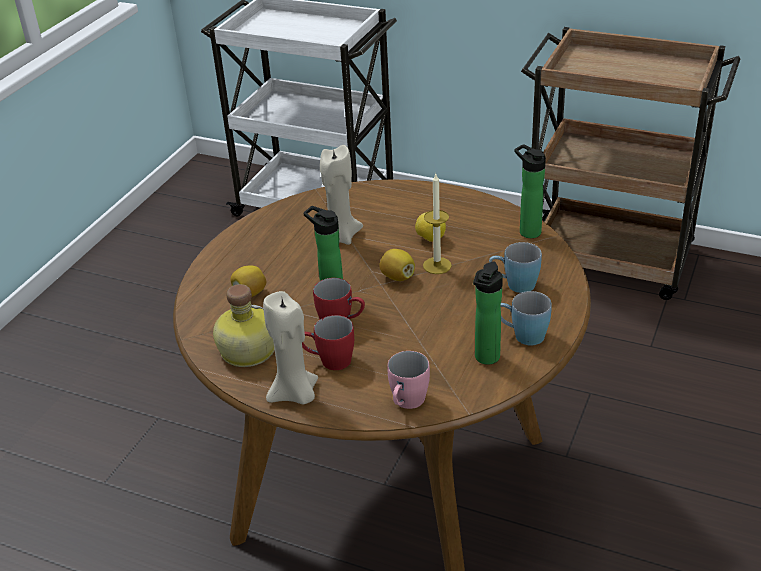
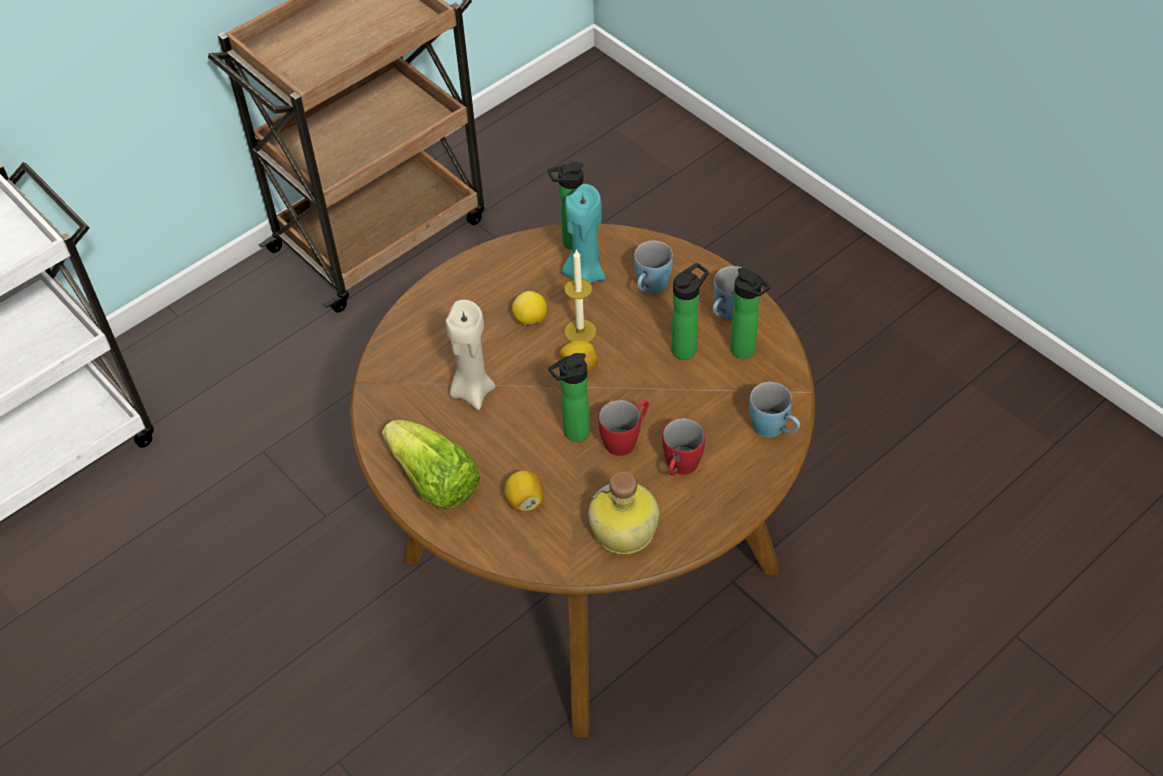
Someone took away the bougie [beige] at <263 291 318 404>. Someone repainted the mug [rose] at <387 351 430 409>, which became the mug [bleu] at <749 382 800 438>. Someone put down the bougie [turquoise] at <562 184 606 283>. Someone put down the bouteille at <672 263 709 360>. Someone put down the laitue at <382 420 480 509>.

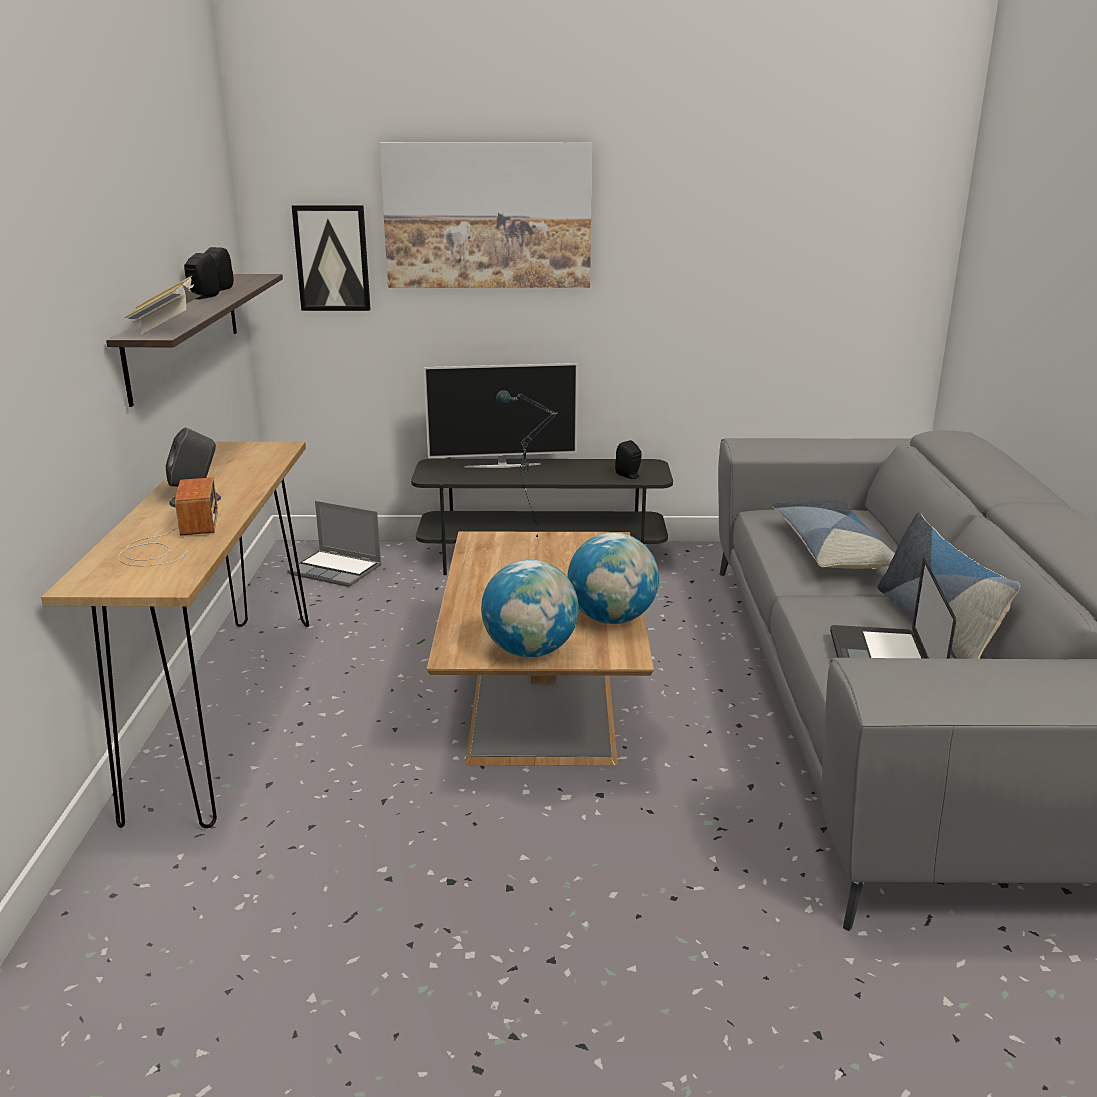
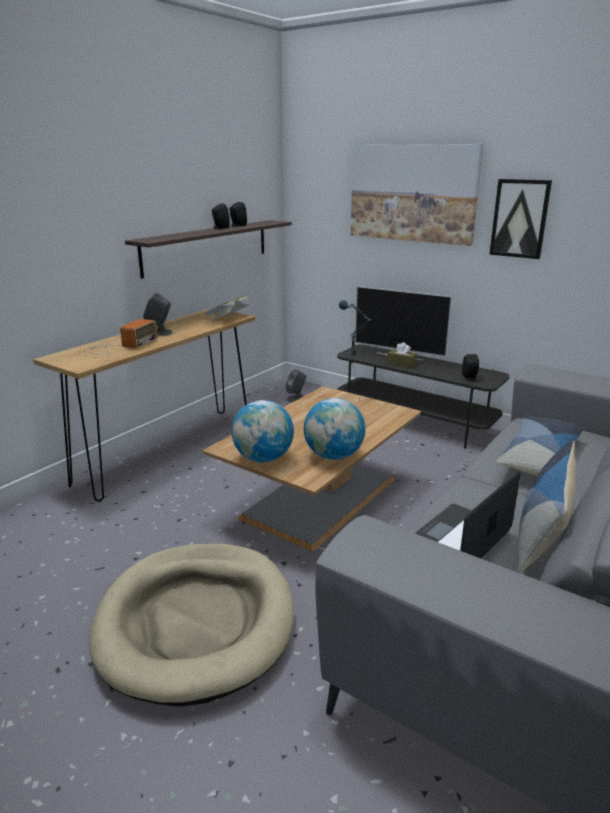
Someone carried the tableau from <292 205 371 311> to <489 179 552 259>. Someone carried the livre from <124 276 200 334> to <202 294 249 322>. Someone swapped the ordinateur portable at <287 501 382 587> for the enceinte [gris] at <286 369 306 402>. Someone put down the boîte à mouchoirs [marron] at <387 342 417 368>. Someone put down the panier pour chien [beige] at <89 543 294 706>.

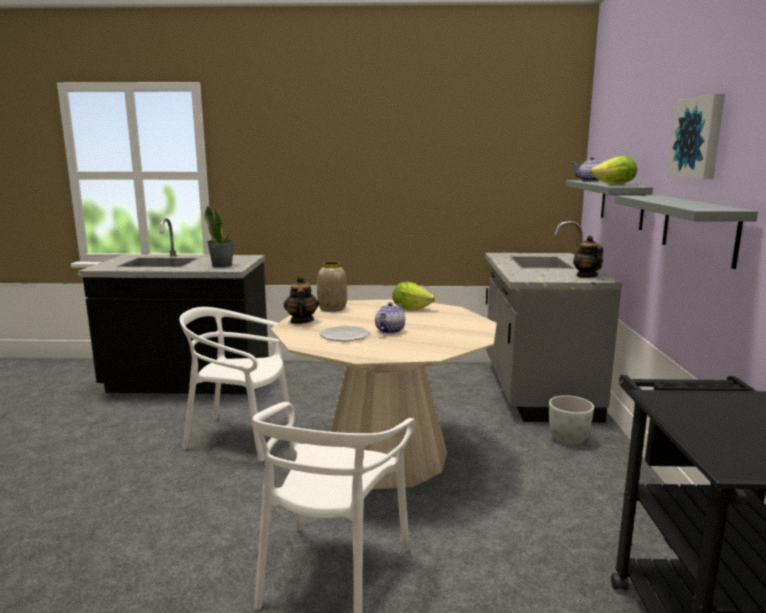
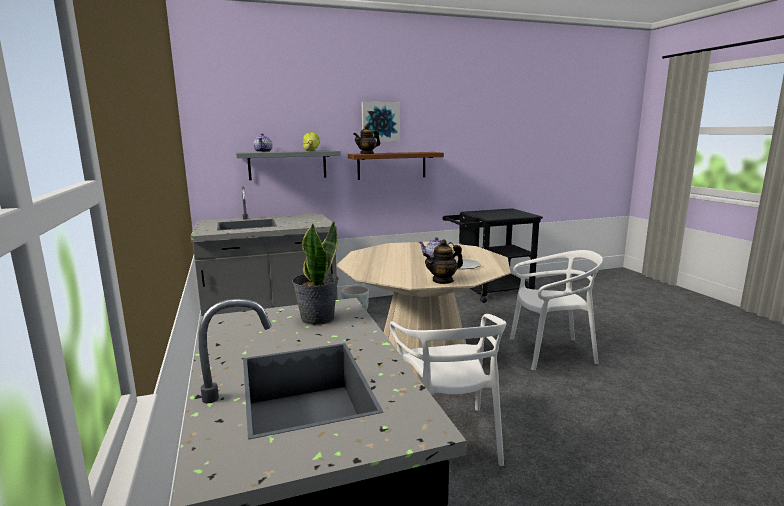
Someone repainted the étagère [gris] at <615 195 758 269>, which became the étagère [marron] at <348 152 444 180>. Someone carried the théière from <573 236 603 278> to <353 125 380 154>. Someone took away the vase at <317 261 347 312>. Someone took away the laitue at <392 282 435 311>.

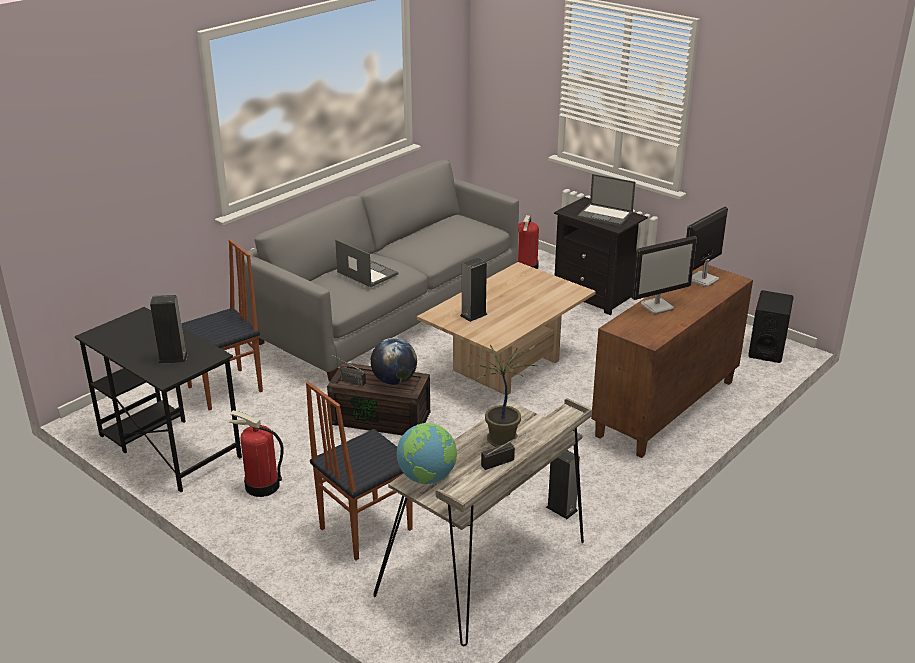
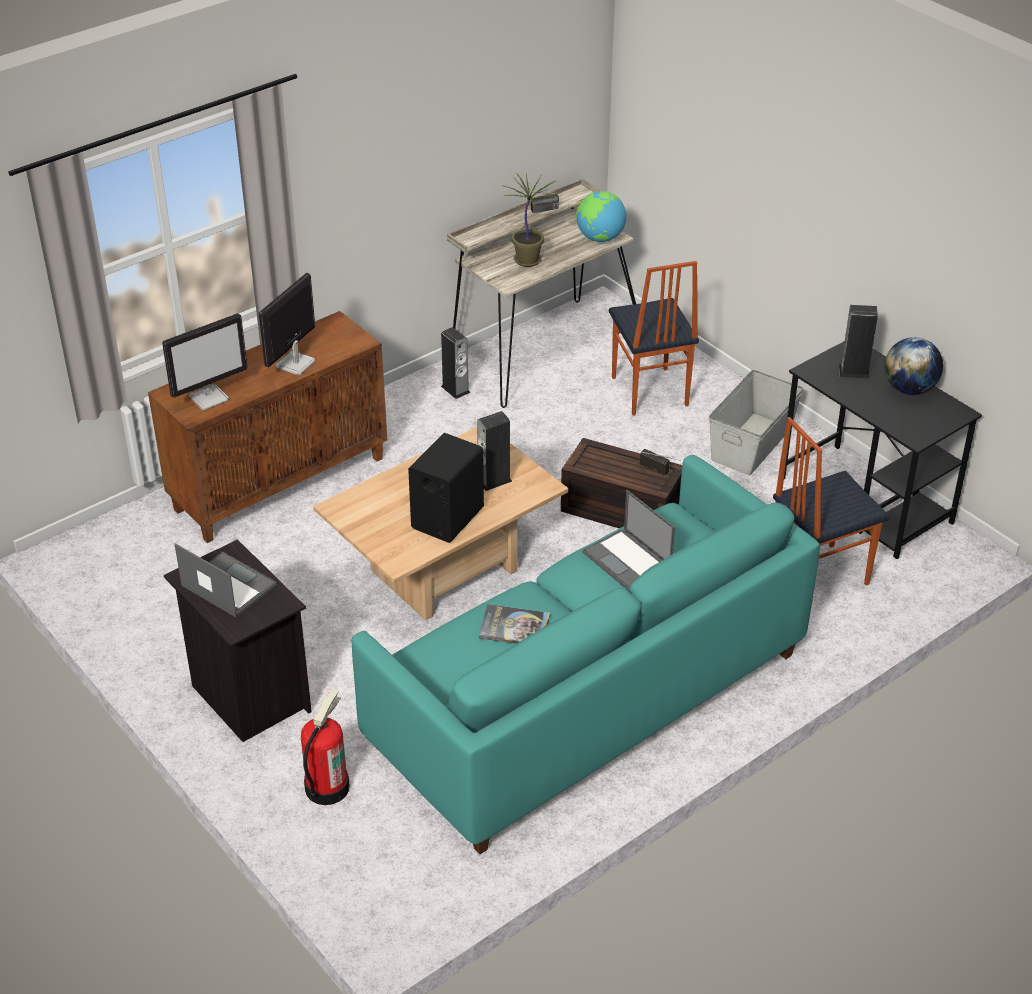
Someone repainted the canapé [gris] at <238 160 519 382>, which became the canapé [turquoise] at <352 455 820 854>. Someone rotated the écran d'ordinateur at <632 236 697 314> by 45 degrees counterclockwise. Someone carried the enceinte [noir] from <748 290 794 363> to <408 433 484 543>. Someone carried the globe from <370 338 417 385> to <885 337 943 395>. Someone rotated the chaise at <306 382 413 560> by 105 degrees clockwise. Someone swapped the extincteur at <228 410 284 497> for the boîte de rangement [gris] at <709 370 803 475>. Someone put down the livre at <479 604 550 644>.

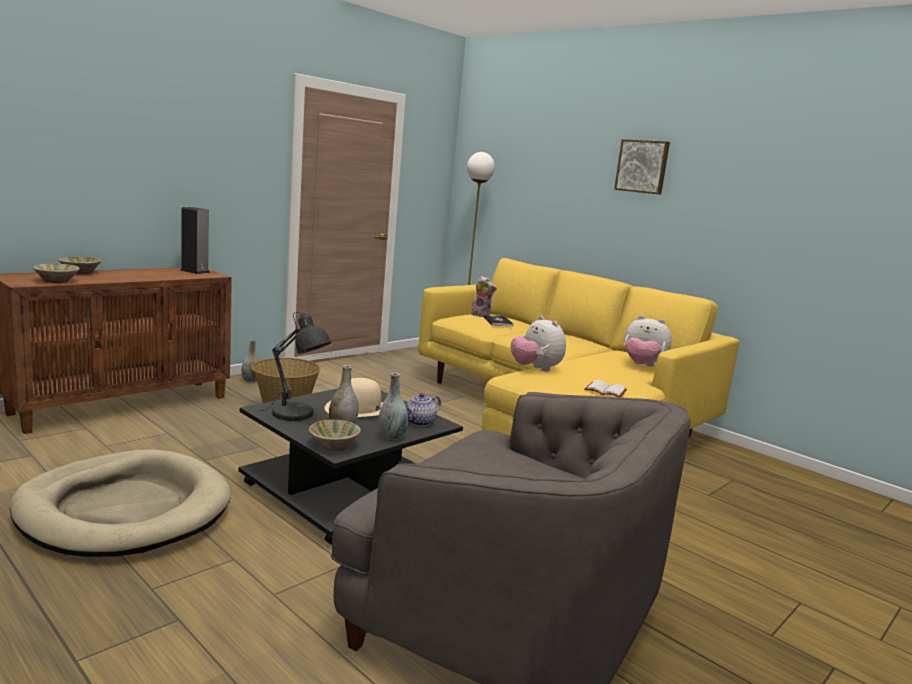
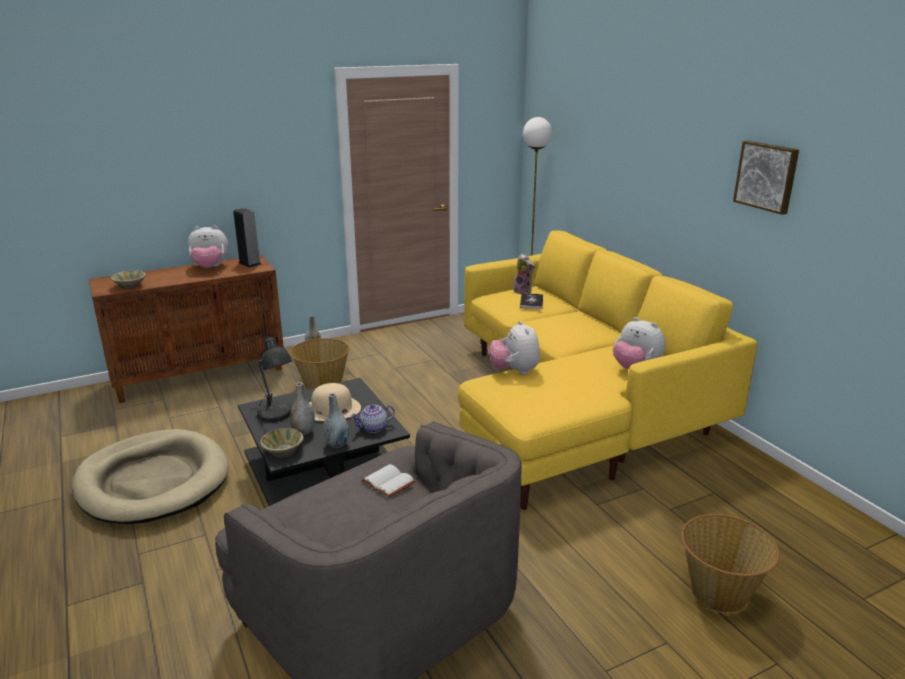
Someone carried the tableau from <614 139 670 195> to <733 141 799 215>. Someone took away the bol [beige] at <58 257 101 275>. Someone carried the livre [blanc] from <584 380 627 397> to <361 464 416 498>. Someone put down the peluche at <188 225 229 268>. Someone put down the panier at <681 514 780 613>.

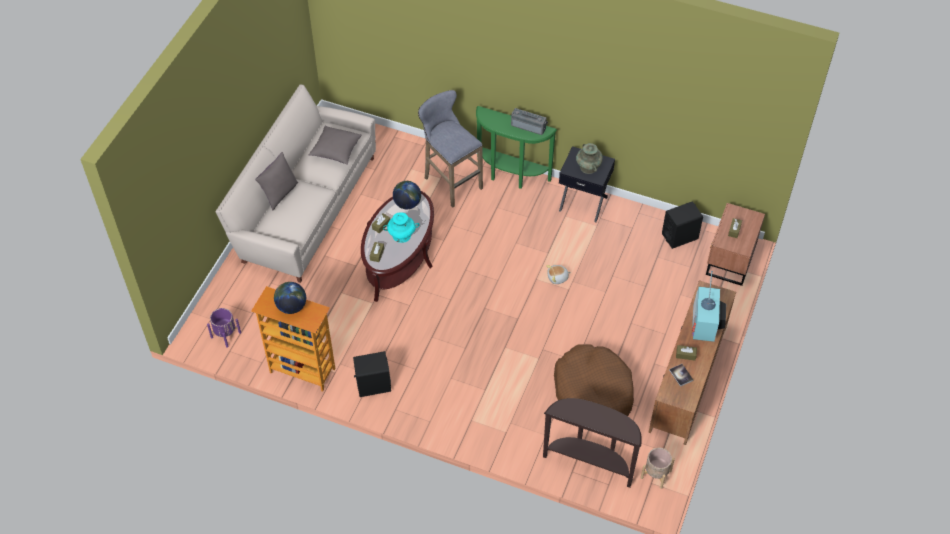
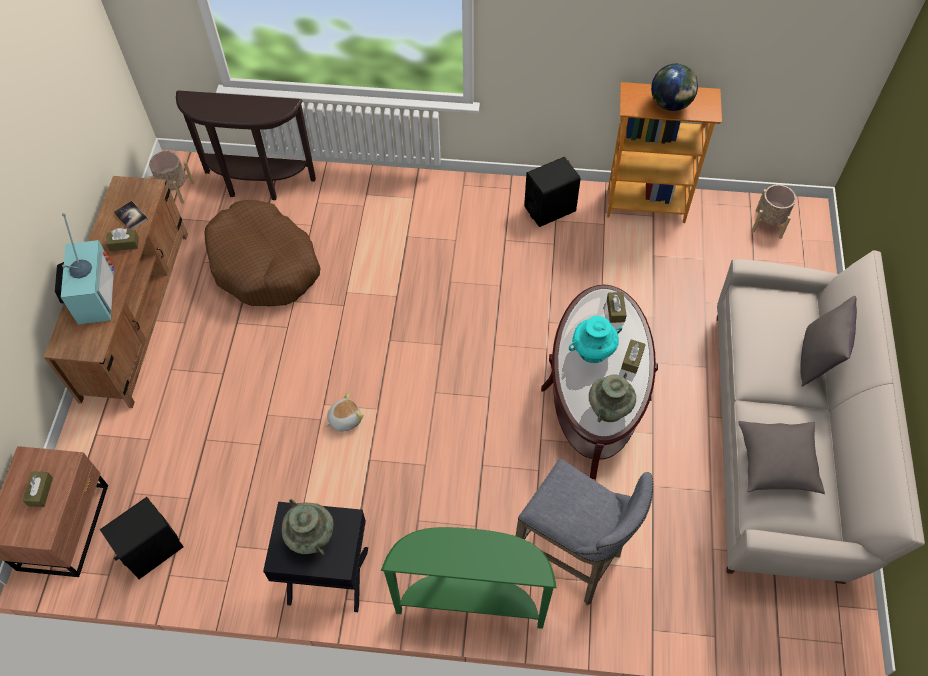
Someone took away the radio at <511 108 548 135>. Someone swapped the globe at <393 181 421 209> for the vase [turquoise] at <589 373 636 422>. Someone repainted the cache-pot [violet] at <207 308 241 348>, which became the cache-pot [beige] at <752 184 796 239>.

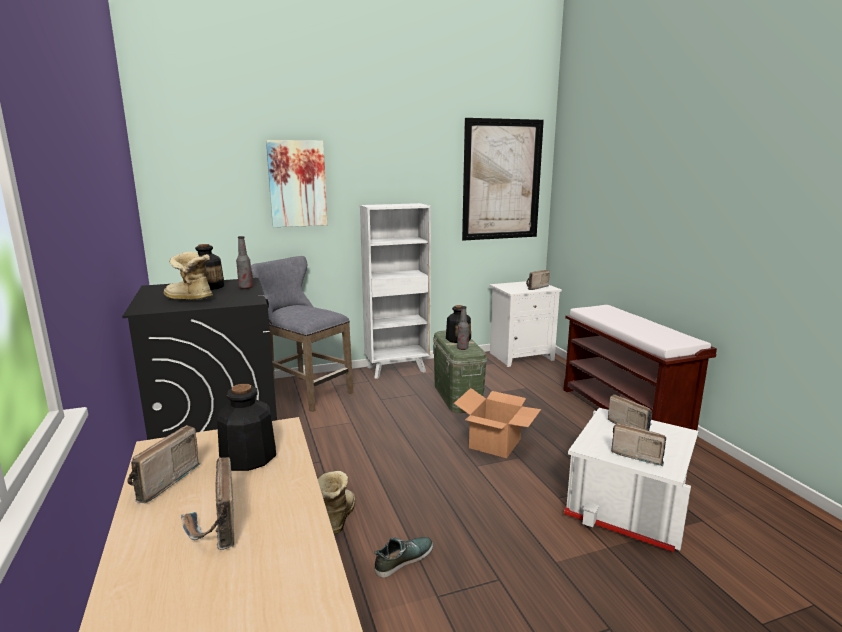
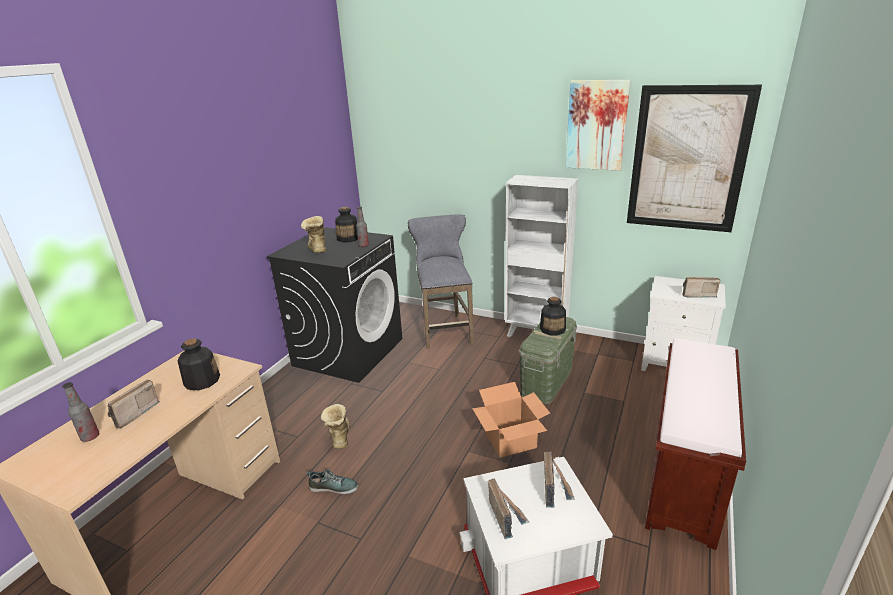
Someone carried the tableau from <266 140 327 227> to <566 80 631 171>. Someone carried the bouteille from <457 306 469 350> to <62 382 99 442>. Someone took away the radio at <127 425 200 503>. Someone rotated the botte at <318 471 355 534> by 60 degrees counterclockwise.

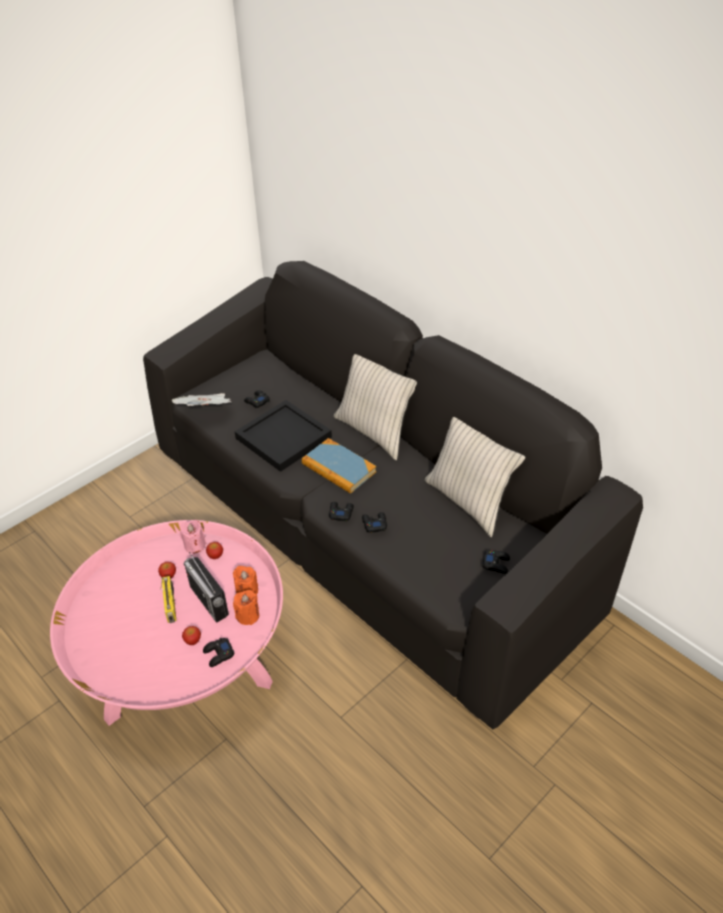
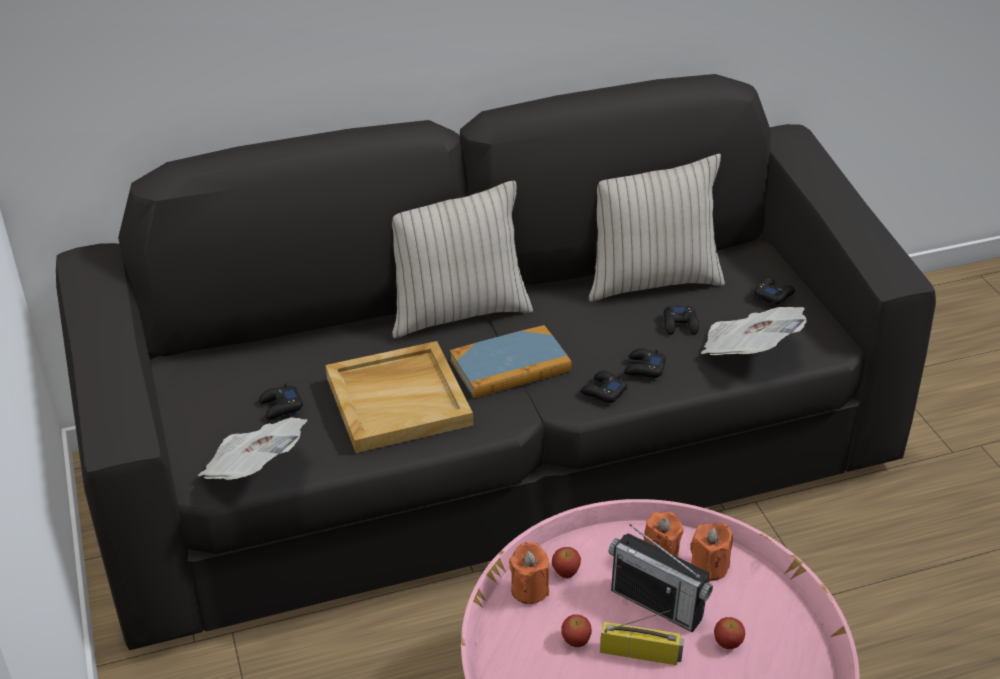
Someone repainted the plateau [noir] at <235 400 332 472>, which became the plateau [beige] at <325 341 473 453>. Someone repainted the bougie [rose] at <180 520 207 554>, which became the bougie [orange] at <509 542 549 604>. Someone rotated the radio at <184 552 229 623> by 45 degrees clockwise. Someone carried the manette [noir] from <203 638 235 667> to <663 306 699 335>. Someone put down the journal at <701 307 807 355>.

